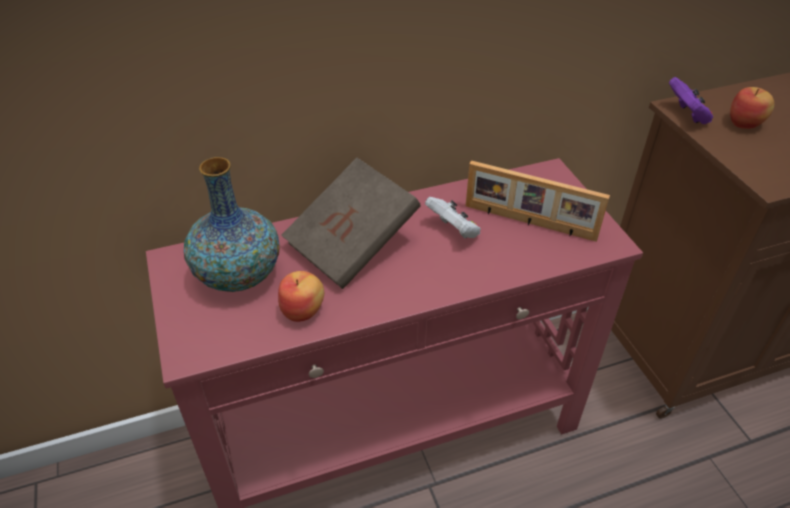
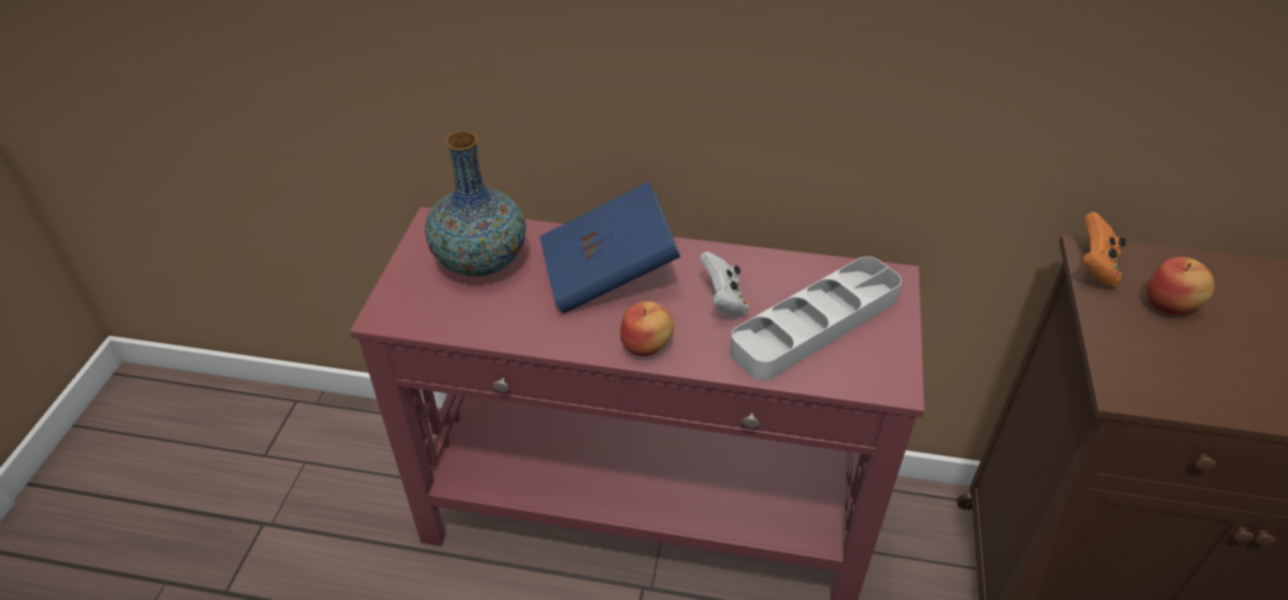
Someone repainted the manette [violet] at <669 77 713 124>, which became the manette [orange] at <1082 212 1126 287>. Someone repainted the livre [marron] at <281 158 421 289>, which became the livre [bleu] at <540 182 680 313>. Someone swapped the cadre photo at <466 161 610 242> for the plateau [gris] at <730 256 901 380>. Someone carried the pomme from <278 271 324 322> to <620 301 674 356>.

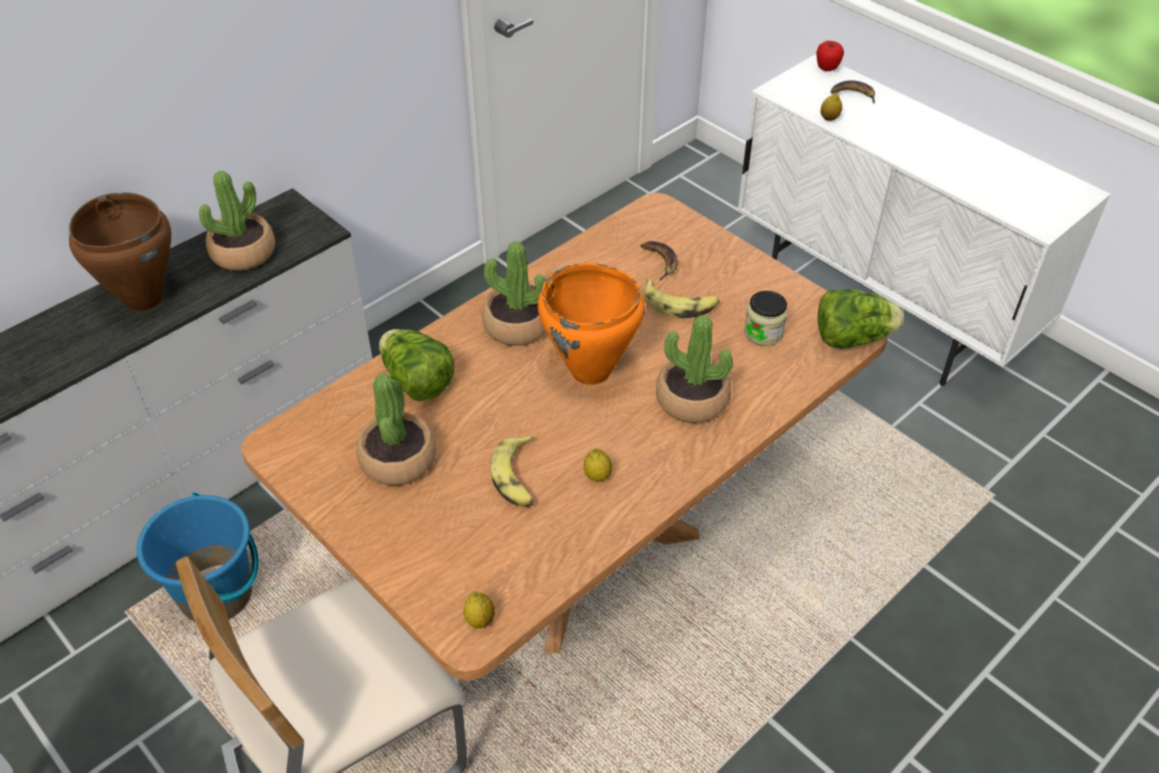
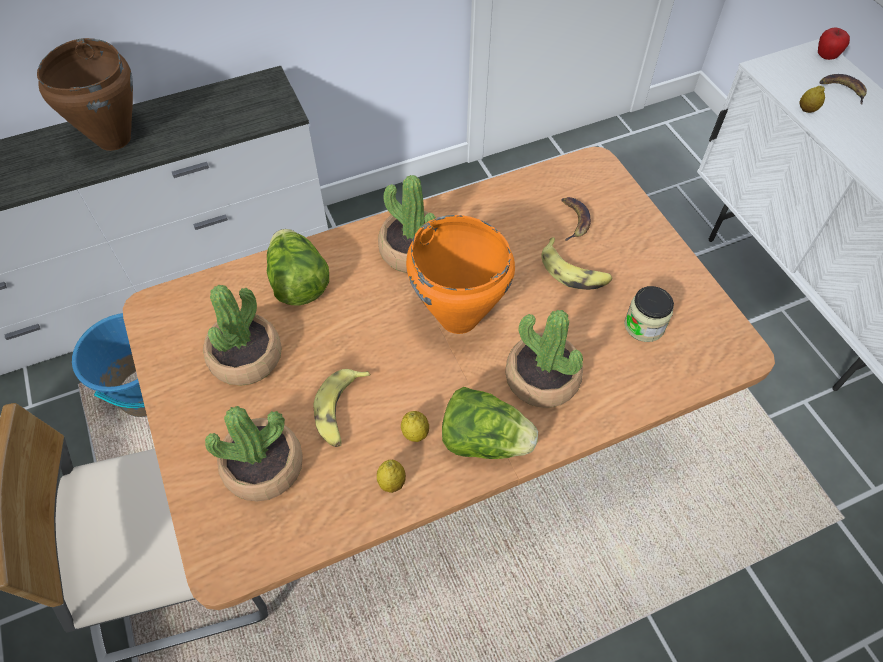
Someone carried the plante en pot from <199 171 275 271> to <205 406 303 502>. Someone carried the laitue from <818 289 904 349> to <442 387 538 459>. Someone carried the citron from <463 591 495 628> to <377 460 406 493>.

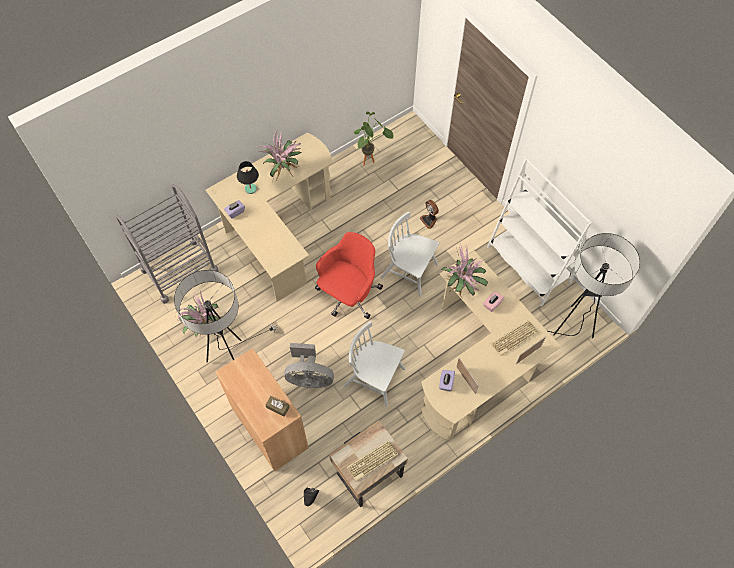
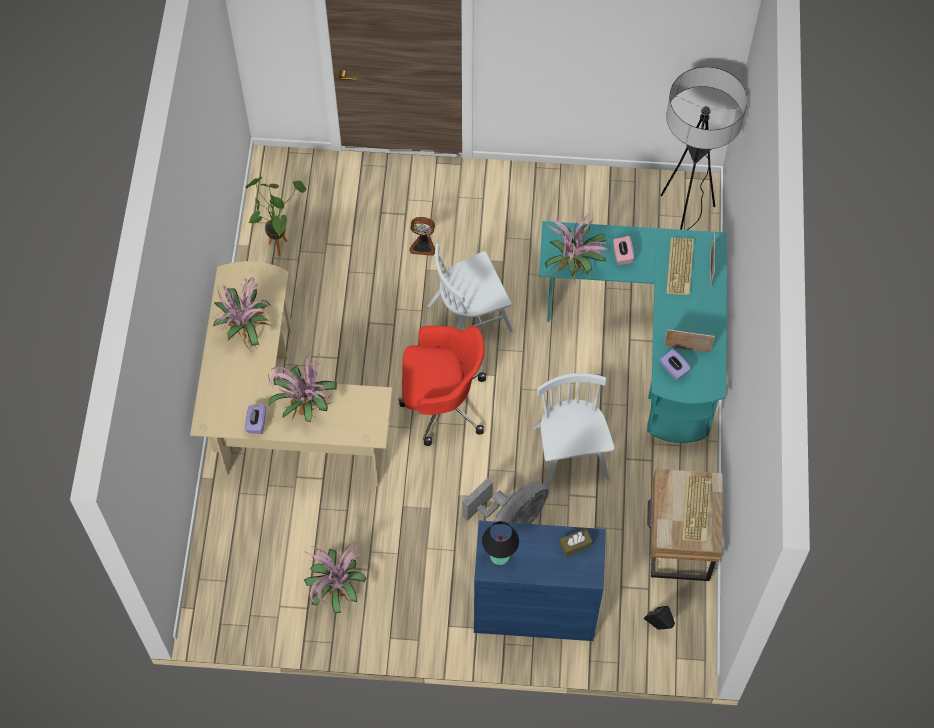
Someone took away the bibliothèque [blanc] at <487 156 592 306>. Someone carried the lampe de table [noir] from <237 161 259 194> to <482 521 519 565>. Someone took away the chariot [gris] at <116 184 219 304>. Someone rotated the chaise de bureau [rouge] at <315 232 383 319> by 105 degrees clockwise. Someone repainted the bureau [beige] at <421 251 561 440>, which became the bureau [turquoise] at <539 221 727 443>. Someone took away the lampadaire at <174 270 277 362>. Someone rotated the chaise [blanc] at <344 321 405 407> by 105 degrees clockwise. Someone repainted the meuble de rangement [marron] at <215 348 309 472>, which became the meuble de rangement [bleu] at <474 521 606 641>. Someone put down the plante en pot at <268 352 337 422>.

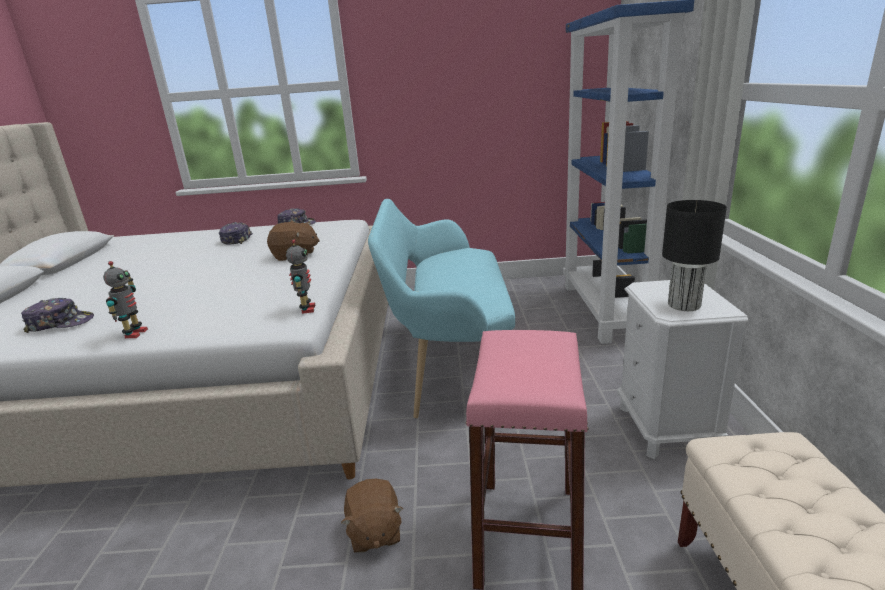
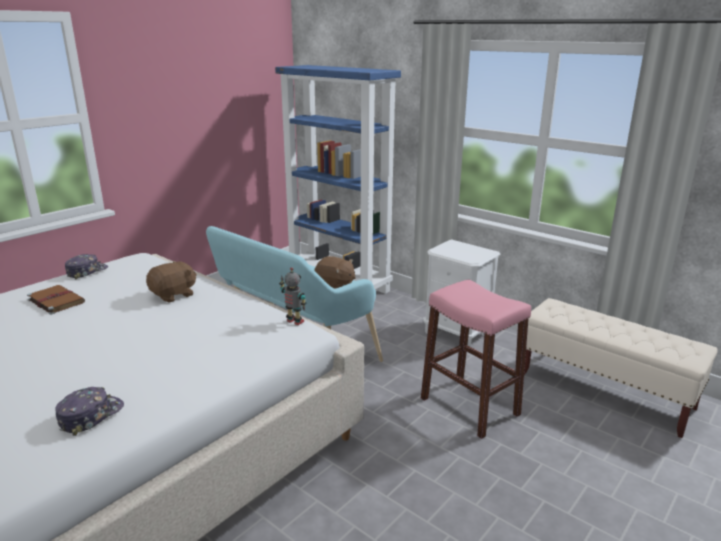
Someone took away the lampe de table [noir] at <662 200 727 311>. Someone swapped the casquette at <219 222 253 244> for the livre [marron] at <27 285 85 315>. Someone took away the robot jouet at <103 261 148 338>. Someone carried the peluche [marron] from <341 479 403 553> to <314 256 356 289>.

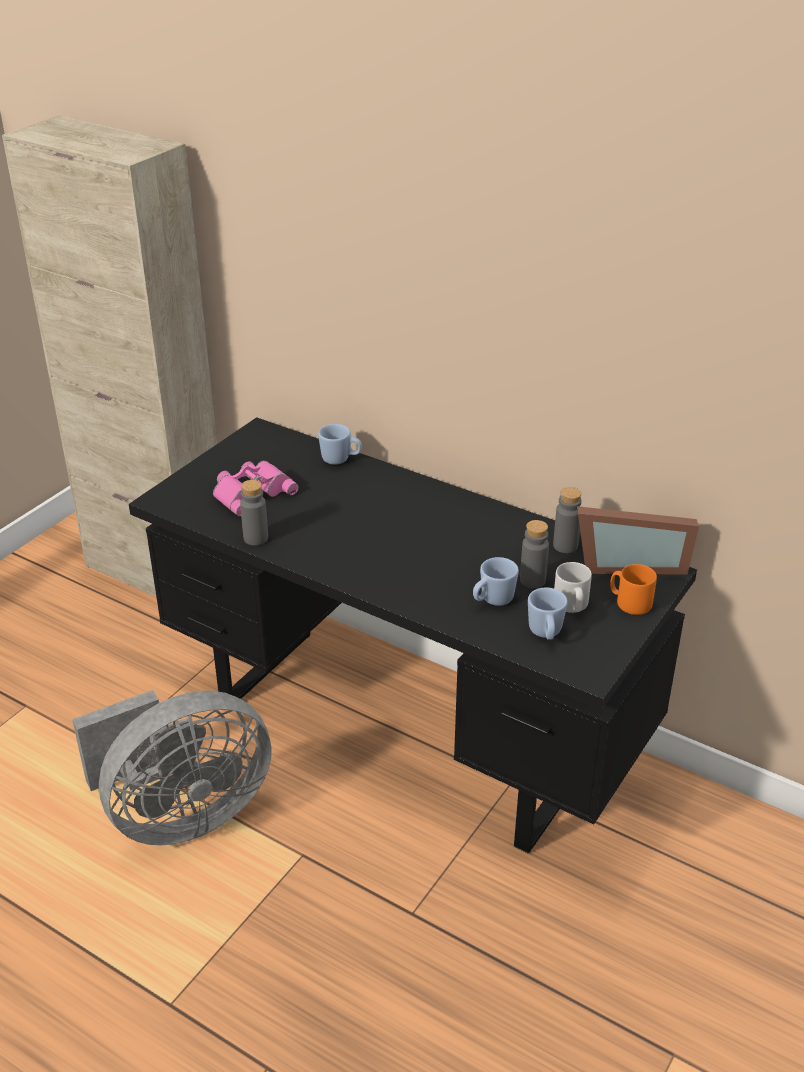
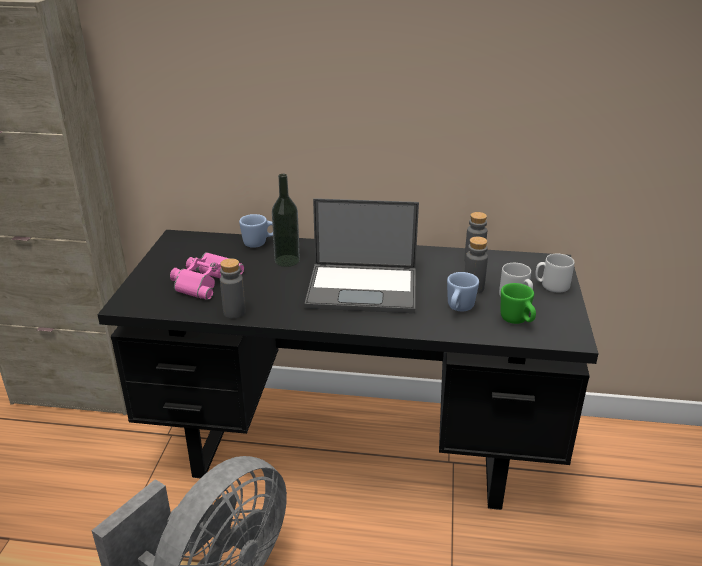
Someone took away the cadre photo at <577 506 699 575>. Someone repainted the mug [orange] at <610 564 657 615>, which became the mug [gris] at <535 254 575 293>. Someone repainted the mug [bleu] at <528 587 568 640>, which became the mug [vert] at <501 283 536 324>. Someone put down the bouteille at <272 174 300 267>. Someone put down the ordinateur portable at <304 198 419 313>.

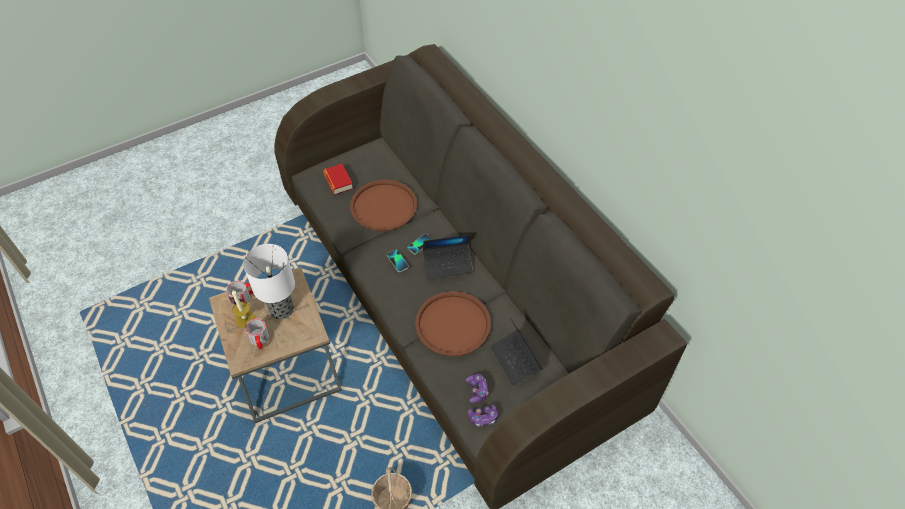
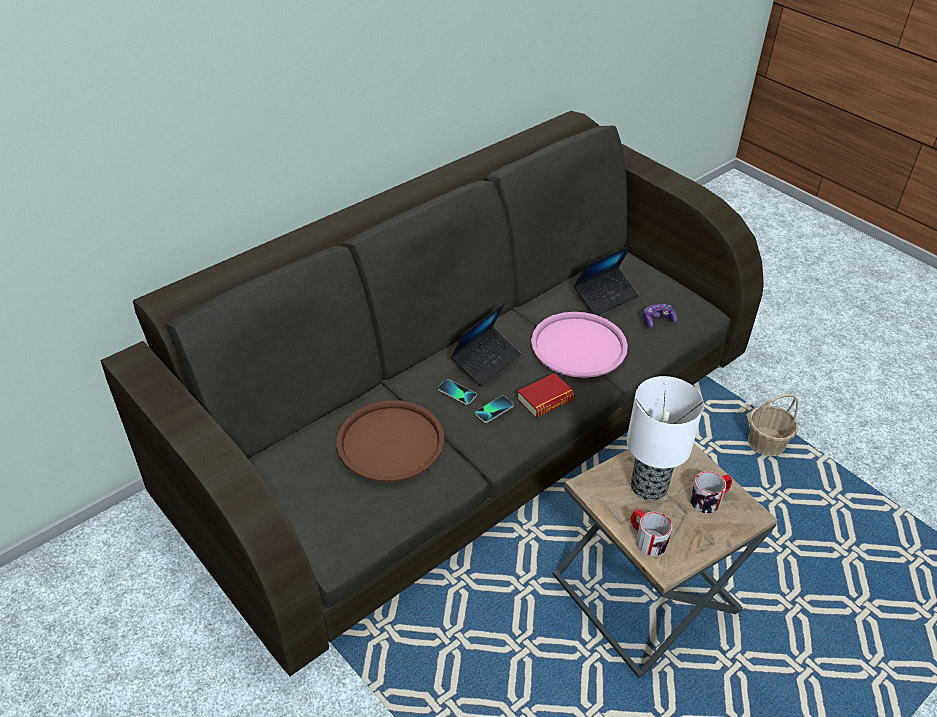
Someone carried the livre from <323 164 353 195> to <517 373 575 418>. Someone rotated the ordinateur portable at <423 234 473 279> by 60 degrees clockwise. Someone took away the bougie at <232 290 255 328>. Someone repainted the plateau [marron] at <415 291 491 356>, which became the plateau [rose] at <531 312 628 378>. Someone took away the manette at <468 404 498 427>.

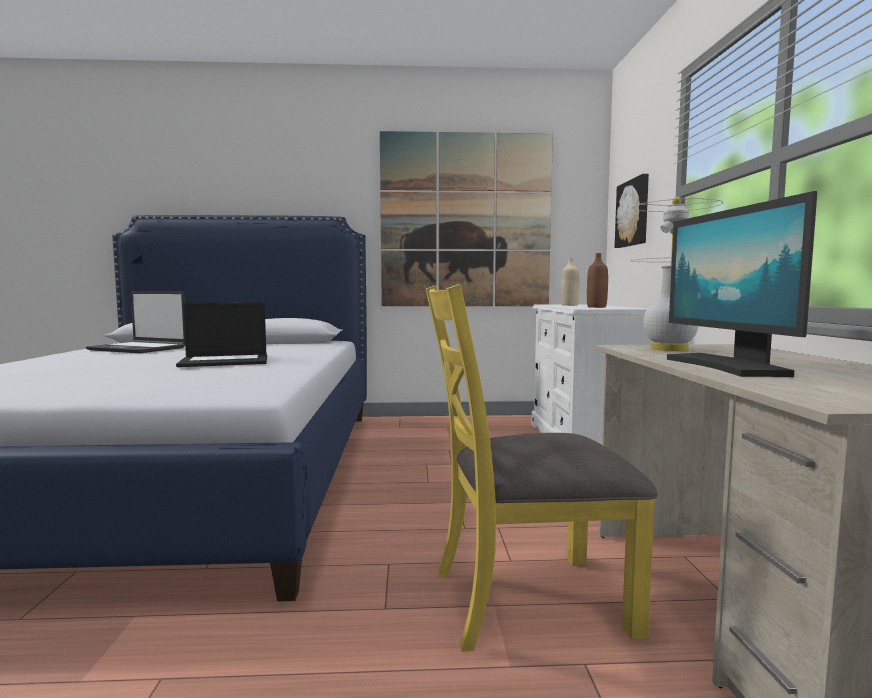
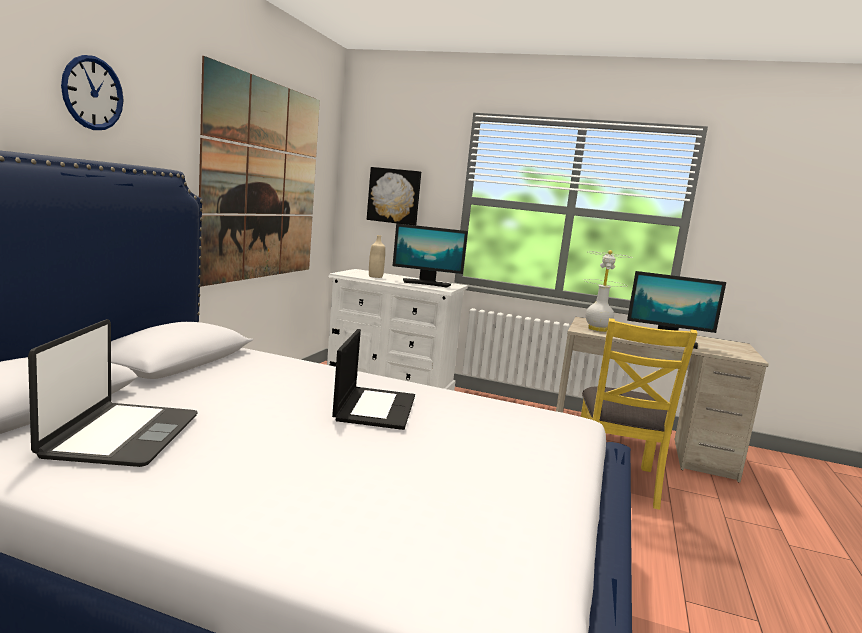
Someone swapped the bouteille [marron] at <587 253 608 308> for the écran d'ordinateur at <393 223 468 287>. Someone rotated the ordinateur portable at <86 291 185 353> by 45 degrees counterclockwise. Someone put up the horloge murale at <61 55 124 130>.

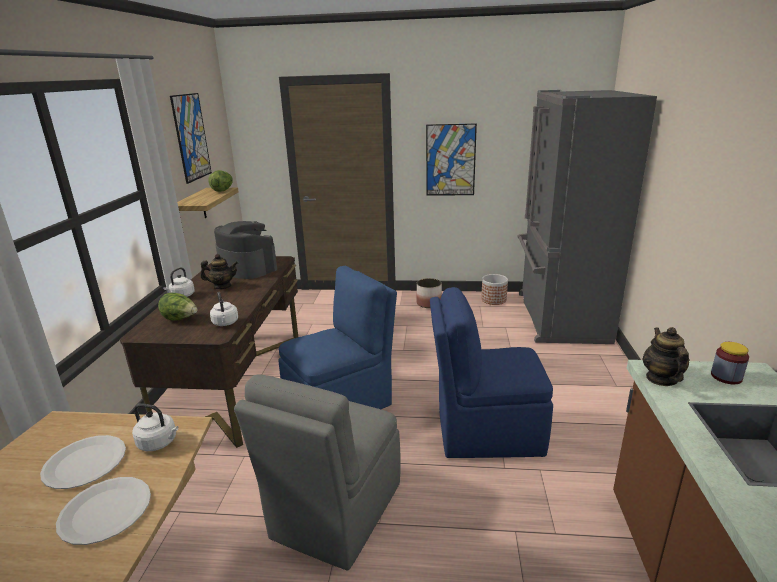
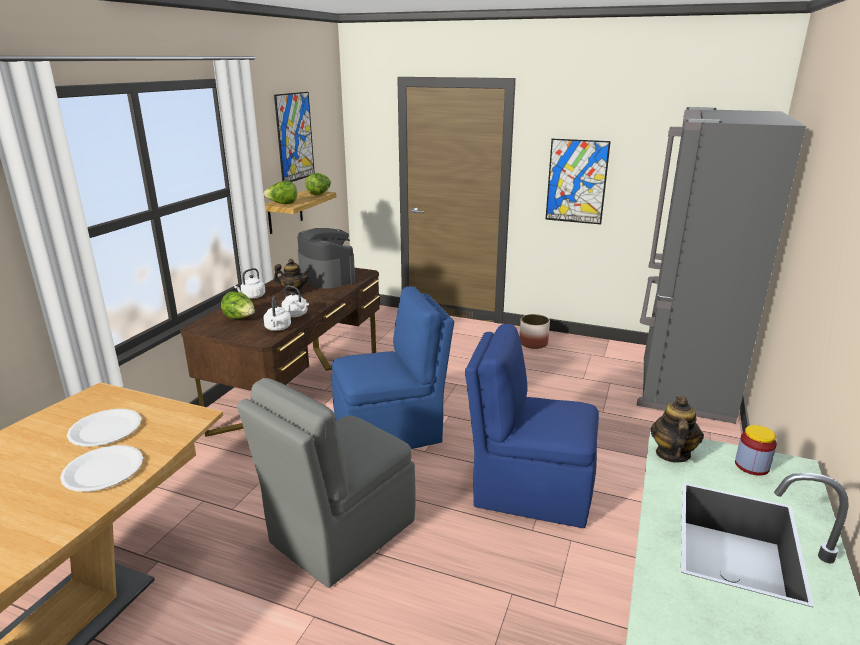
Someone took away the cache-pot at <481 274 508 305>. Someone carried the bouilloire [blanc] from <132 403 179 451> to <281 285 309 317>. Someone put down the laitue at <263 181 297 204>.

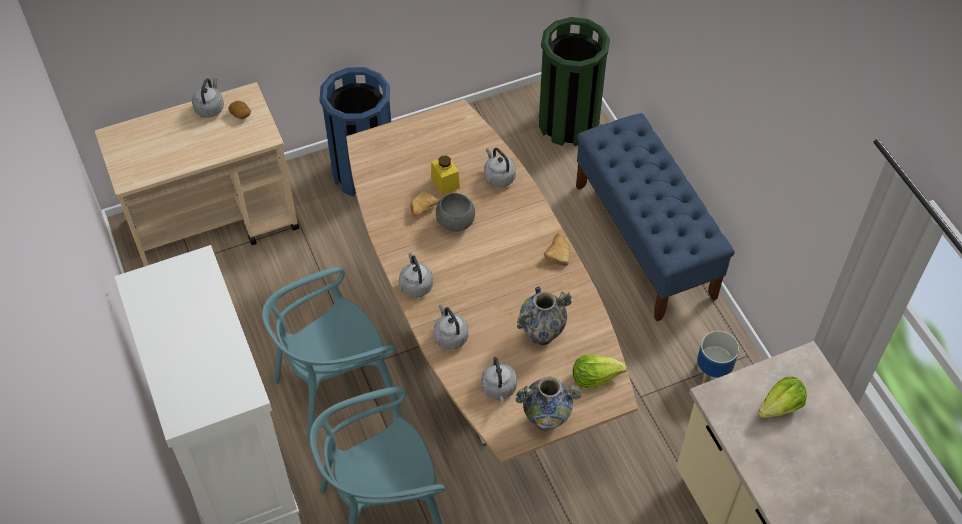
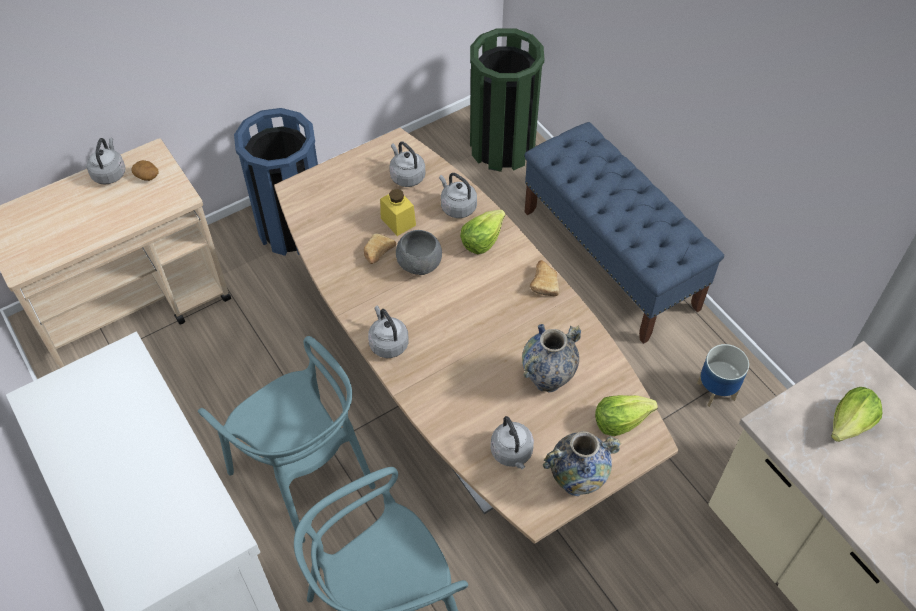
Someone rotated the chaise [turquoise] at <262 267 400 441> by 90 degrees counterclockwise. Someone carried the bouilloire [gris] from <434 304 468 349> to <389 142 425 187>. Someone put down the laitue at <460 210 506 254>.

